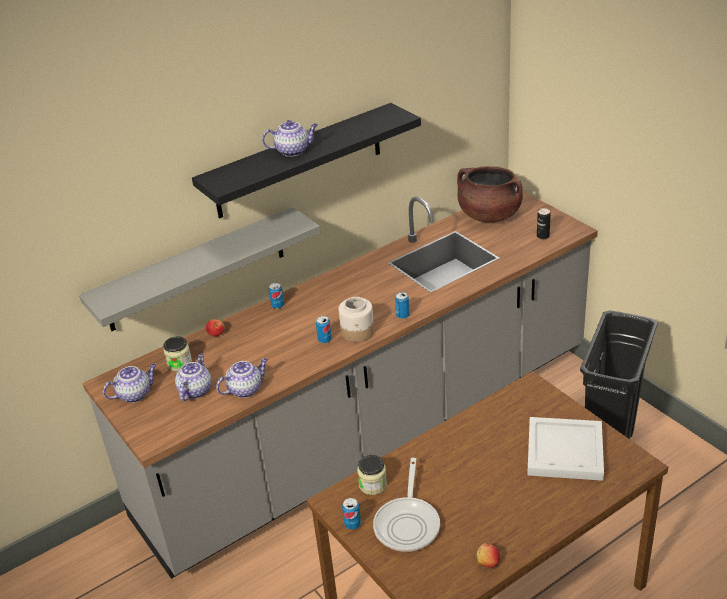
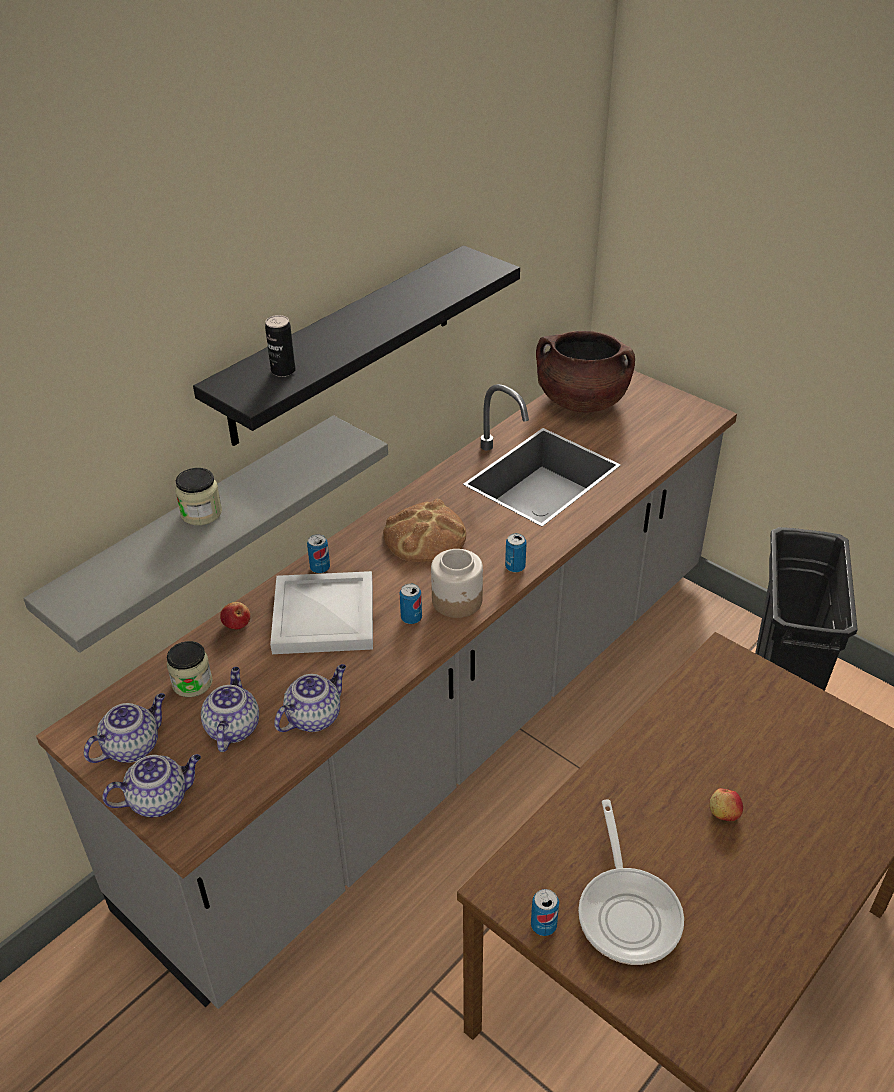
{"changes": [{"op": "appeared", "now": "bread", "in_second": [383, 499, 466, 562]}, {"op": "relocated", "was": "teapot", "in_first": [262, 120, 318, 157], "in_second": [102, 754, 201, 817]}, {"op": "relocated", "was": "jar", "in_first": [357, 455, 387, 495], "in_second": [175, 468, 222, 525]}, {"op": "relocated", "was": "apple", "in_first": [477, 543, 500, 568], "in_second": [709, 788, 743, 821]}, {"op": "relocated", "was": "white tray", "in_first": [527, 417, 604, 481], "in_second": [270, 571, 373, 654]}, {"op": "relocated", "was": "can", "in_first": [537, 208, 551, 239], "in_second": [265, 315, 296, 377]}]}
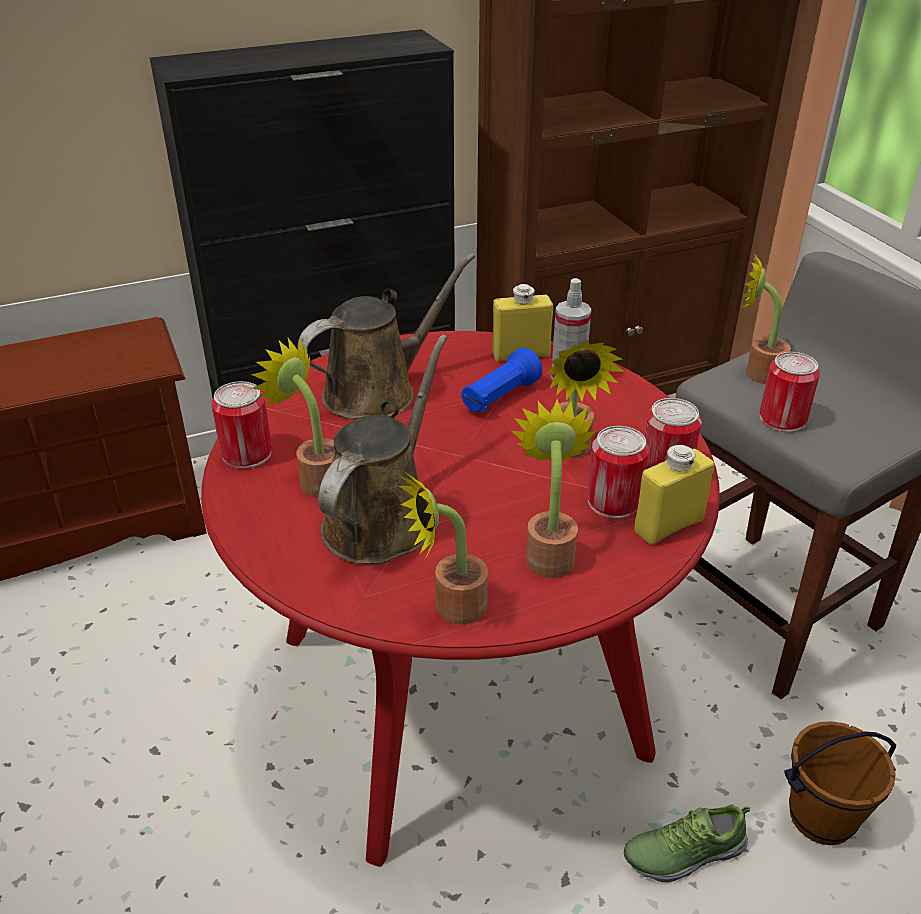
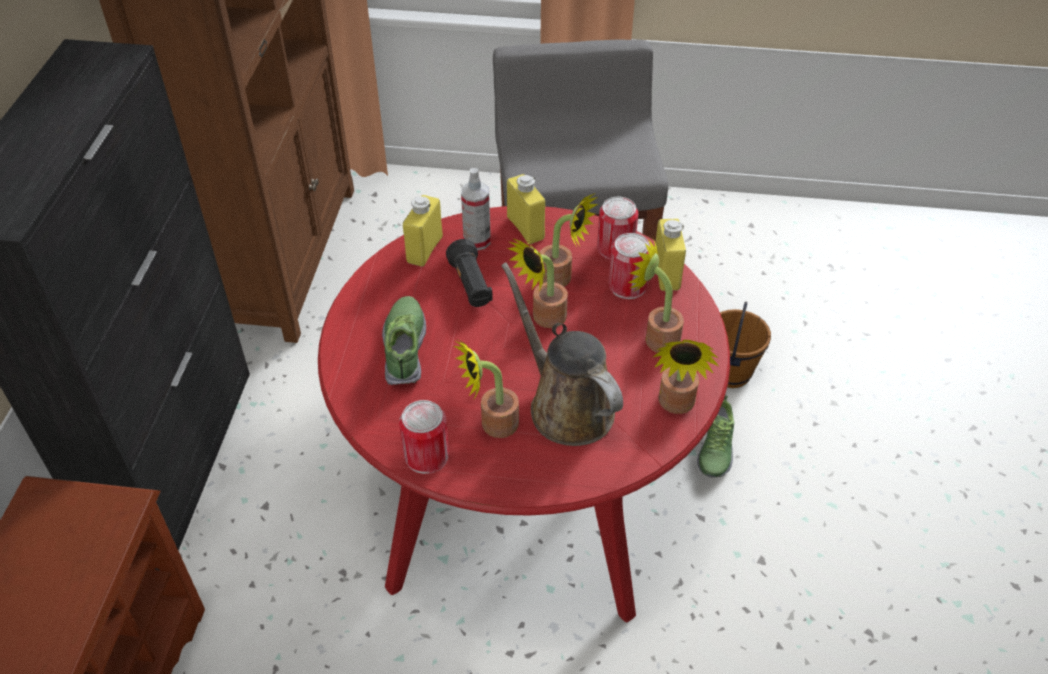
{"changes": [{"op": "missing", "was": "can", "in_first": [760, 352, 820, 432]}, {"op": "appeared", "now": "yellow bottle", "in_second": [507, 174, 545, 244]}, {"op": "relocated", "was": "potted plant", "in_first": [741, 254, 791, 384], "in_second": [507, 238, 568, 328]}, {"op": "exchanged", "was": "brown watering can", "now": "shoe", "in_first": [298, 253, 475, 419], "in_second": [382, 296, 426, 385]}, {"op": "colour", "was": "blue flashlight", "now": "black flashlight", "in_first": [461, 348, 542, 412], "in_second": [446, 239, 493, 307]}]}
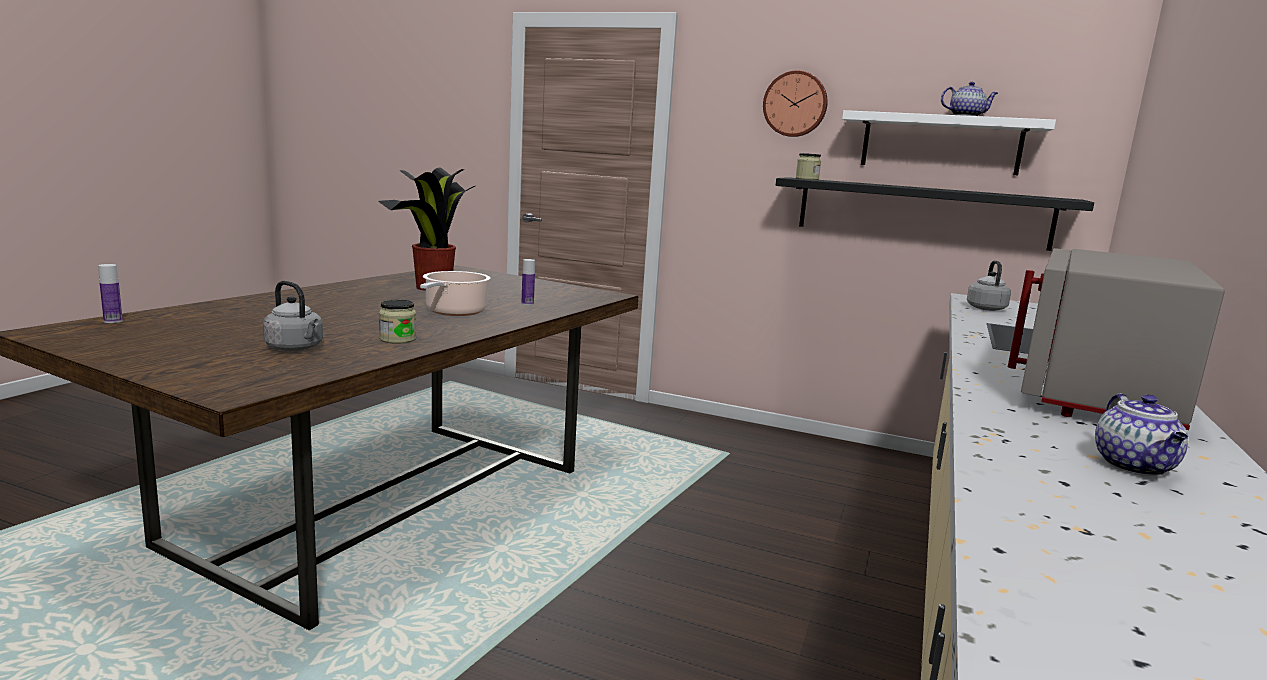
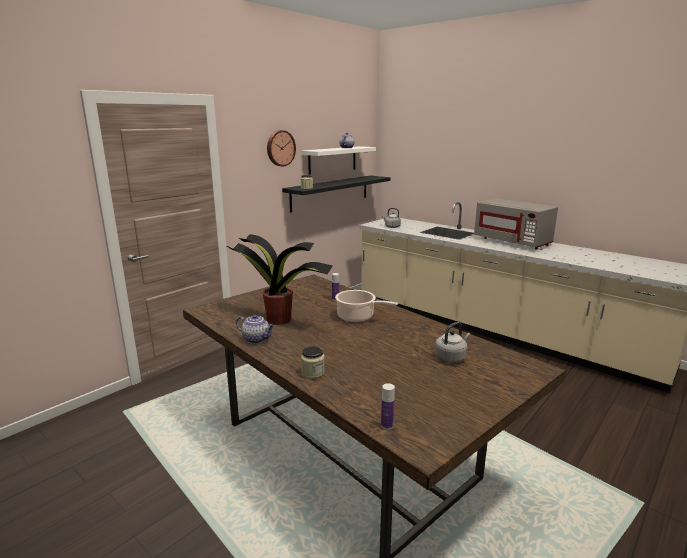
{"changes": [{"op": "relocated", "was": "jar", "in_first": [379, 300, 416, 344], "in_second": [301, 346, 325, 378]}, {"op": "relocated", "was": "teapot", "in_first": [1095, 393, 1188, 476], "in_second": [236, 315, 275, 343]}]}
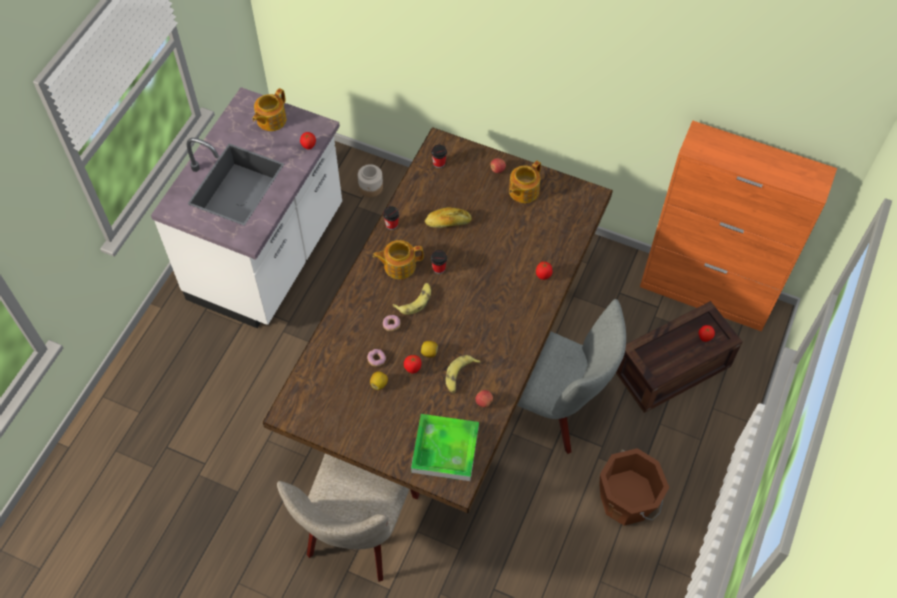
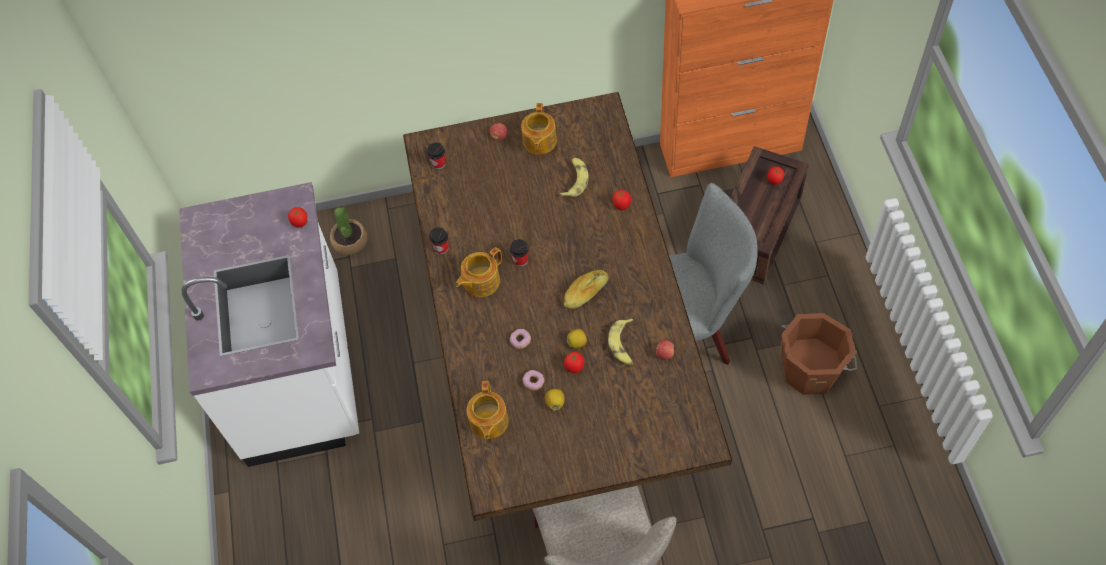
{"changes": [{"op": "missing", "was": "tray", "in_first": [411, 414, 479, 481]}, {"op": "relocated", "was": "teapot", "in_first": [253, 88, 287, 131], "in_second": [467, 381, 509, 439]}, {"op": "relocated", "was": "banana", "in_first": [393, 283, 431, 315], "in_second": [560, 158, 589, 197]}, {"op": "relocated", "was": "bread", "in_first": [425, 207, 472, 228], "in_second": [564, 270, 608, 309]}, {"op": "exchanged", "was": "jar", "now": "potted plant", "in_first": [358, 164, 383, 197], "in_second": [330, 207, 368, 255]}]}
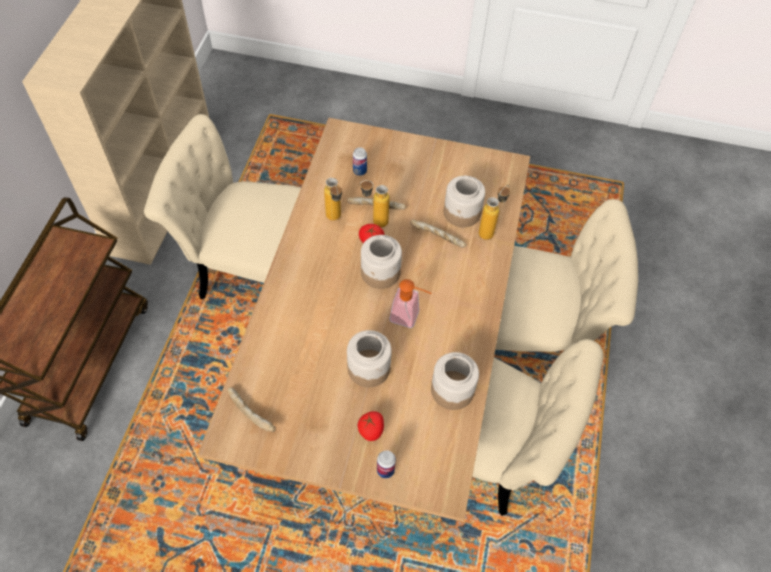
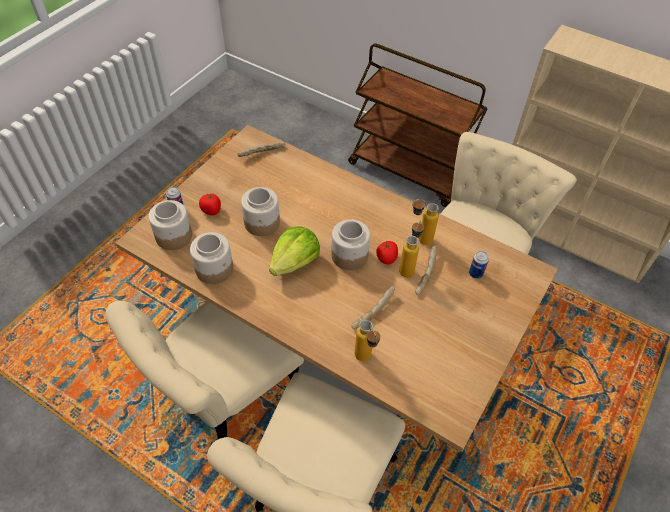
{"changes": [{"op": "relocated", "was": "jar", "in_first": [444, 176, 485, 227], "in_second": [148, 200, 192, 250]}, {"op": "exchanged", "was": "soap dispenser", "now": "lettuce", "in_first": [389, 279, 431, 328], "in_second": [269, 226, 320, 276]}]}
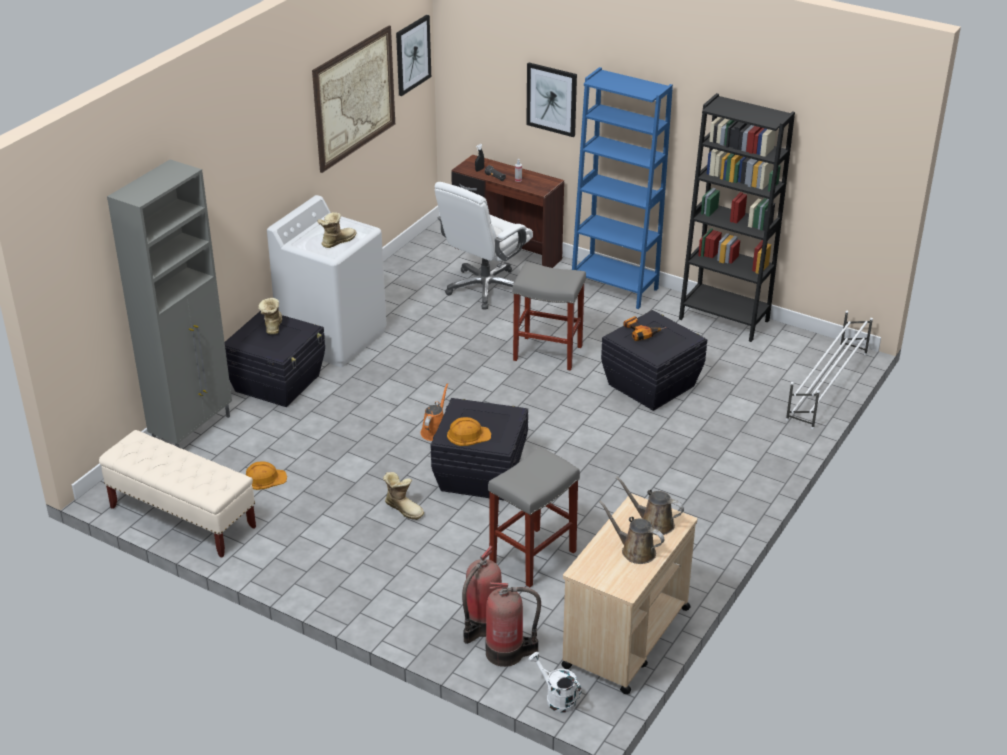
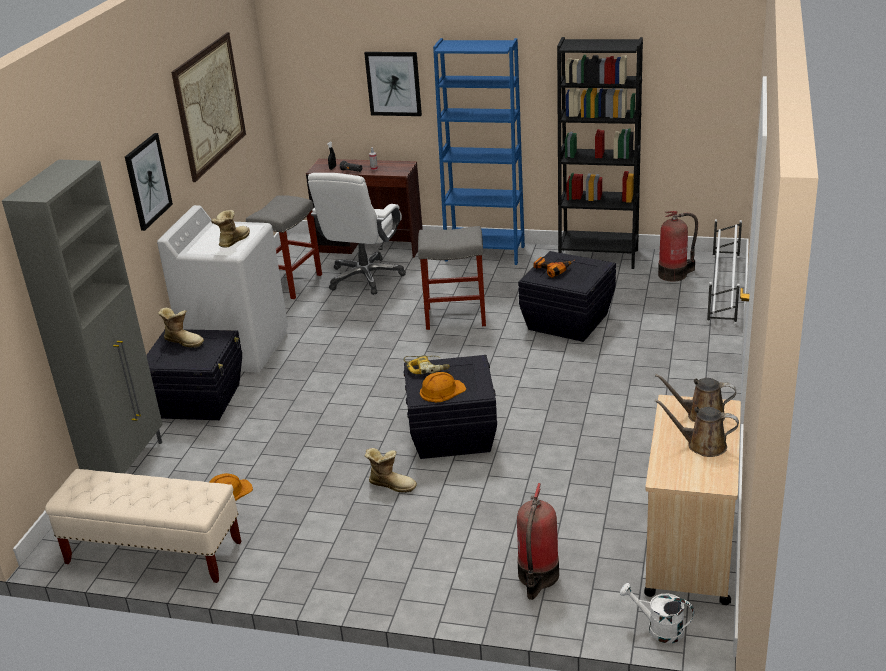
{"changes": [{"op": "missing", "was": "orange watering can", "in_first": [420, 383, 449, 441]}, {"op": "appeared", "now": "power drill", "in_second": [404, 355, 450, 375]}, {"op": "relocated", "was": "picture", "in_first": [396, 15, 431, 96], "in_second": [125, 133, 173, 231]}, {"op": "relocated", "was": "fire extinguisher", "in_first": [486, 582, 541, 667], "in_second": [658, 211, 698, 282]}, {"op": "relocated", "was": "grey stool", "in_first": [488, 447, 580, 587], "in_second": [246, 195, 322, 299]}, {"op": "spun", "was": "boot", "in_first": [258, 298, 282, 335], "in_second": [158, 308, 204, 348], "clockwise": 135}]}
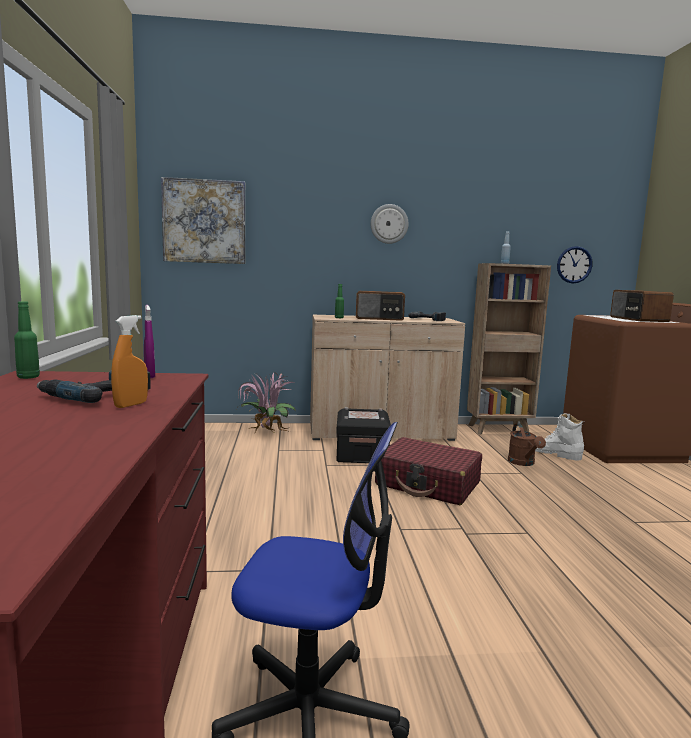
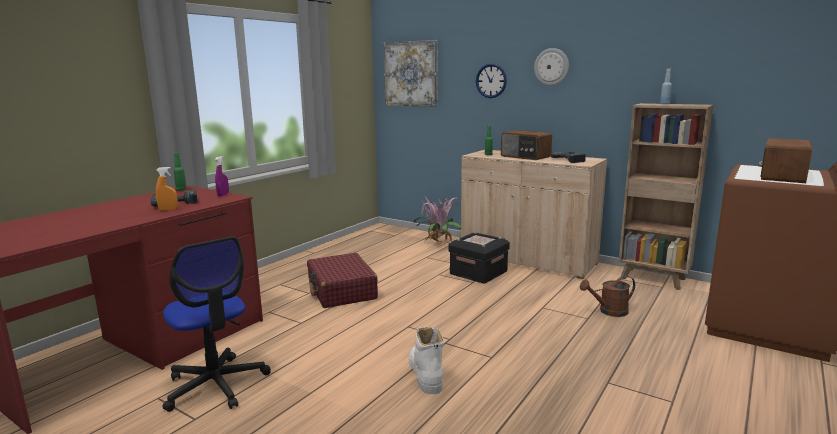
{"changes": [{"op": "relocated", "was": "red suitcase", "in_first": [375, 437, 482, 505], "in_second": [307, 253, 378, 308]}, {"op": "relocated", "was": "white boot", "in_first": [535, 414, 585, 461], "in_second": [409, 327, 444, 394]}, {"op": "relocated", "was": "wall clock", "in_first": [557, 246, 593, 284], "in_second": [476, 63, 507, 98]}, {"op": "spun", "was": "brown watering can", "in_first": [508, 423, 546, 466], "in_second": [580, 276, 635, 317], "clockwise": 45}]}
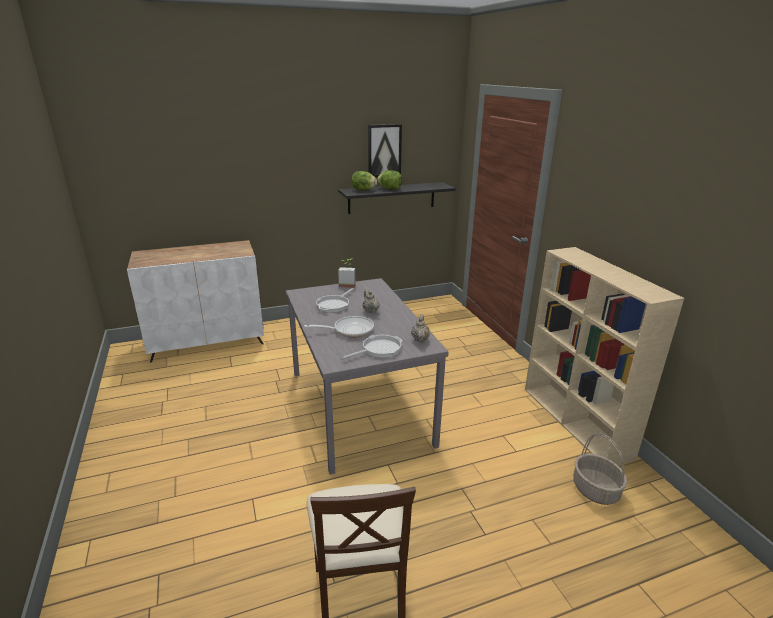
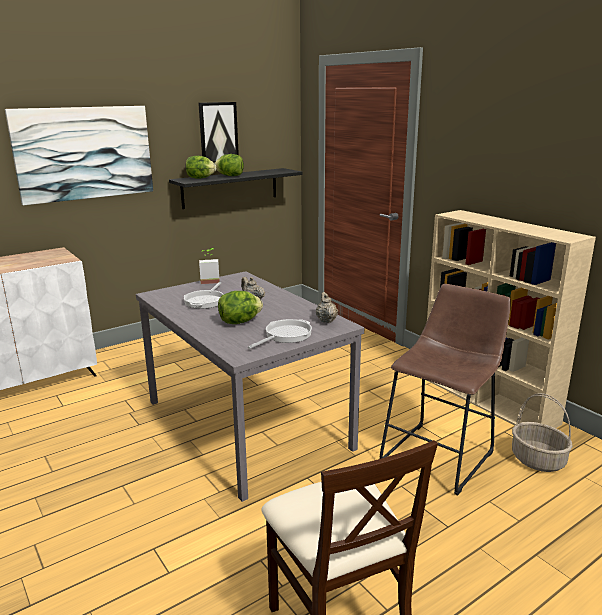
{"changes": [{"op": "appeared", "now": "picture", "in_second": [5, 106, 153, 205]}, {"op": "appeared", "now": "brown stool", "in_second": [380, 284, 511, 496]}, {"op": "exchanged", "was": "frying pan", "now": "lettuce", "in_first": [304, 316, 374, 338], "in_second": [218, 291, 263, 324]}]}
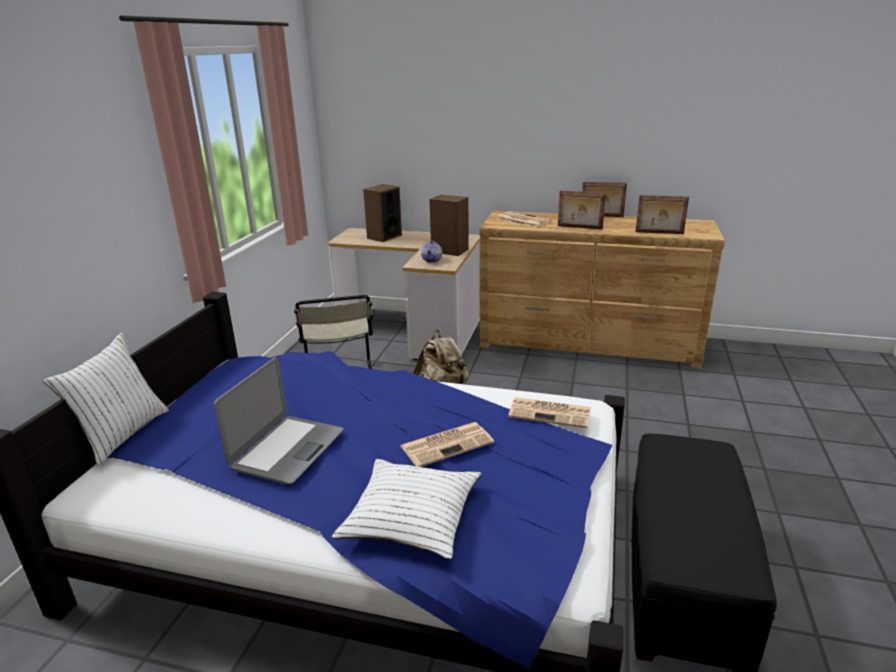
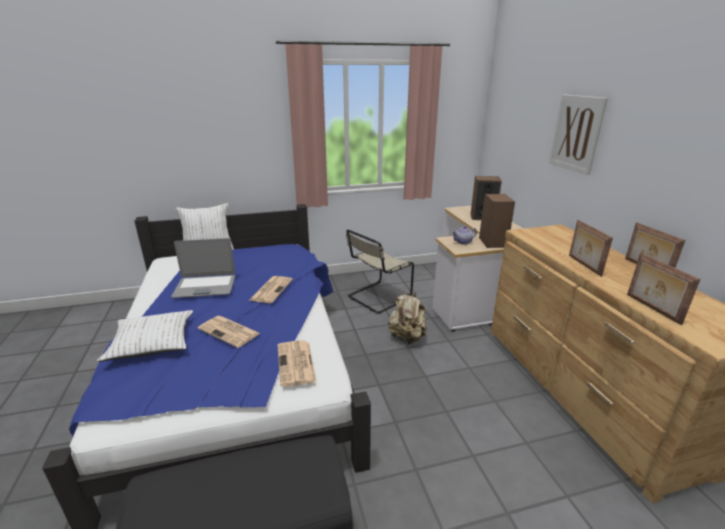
{"changes": [{"op": "appeared", "now": "picture", "in_second": [549, 94, 608, 175]}, {"op": "relocated", "was": "newspaper", "in_first": [497, 211, 551, 227], "in_second": [248, 276, 293, 303]}]}
